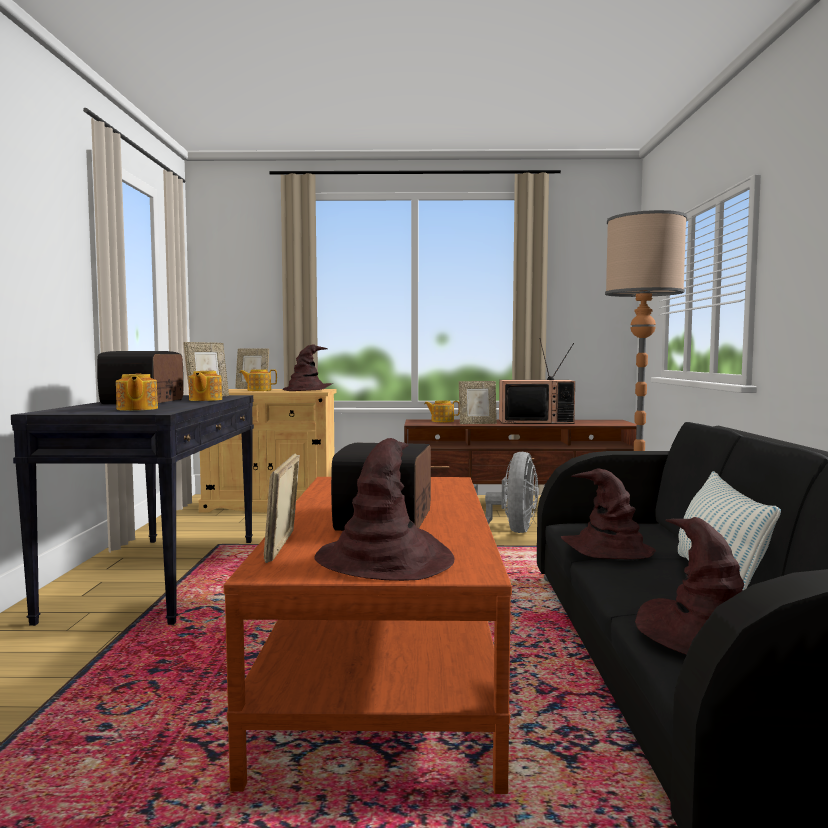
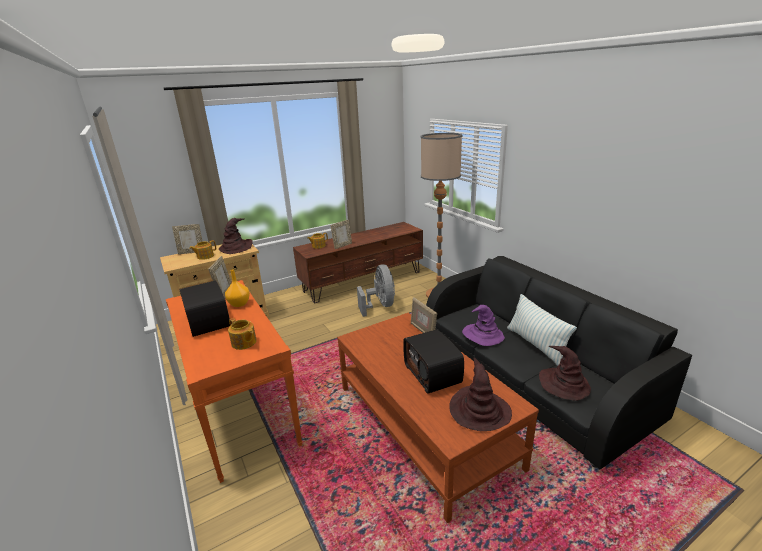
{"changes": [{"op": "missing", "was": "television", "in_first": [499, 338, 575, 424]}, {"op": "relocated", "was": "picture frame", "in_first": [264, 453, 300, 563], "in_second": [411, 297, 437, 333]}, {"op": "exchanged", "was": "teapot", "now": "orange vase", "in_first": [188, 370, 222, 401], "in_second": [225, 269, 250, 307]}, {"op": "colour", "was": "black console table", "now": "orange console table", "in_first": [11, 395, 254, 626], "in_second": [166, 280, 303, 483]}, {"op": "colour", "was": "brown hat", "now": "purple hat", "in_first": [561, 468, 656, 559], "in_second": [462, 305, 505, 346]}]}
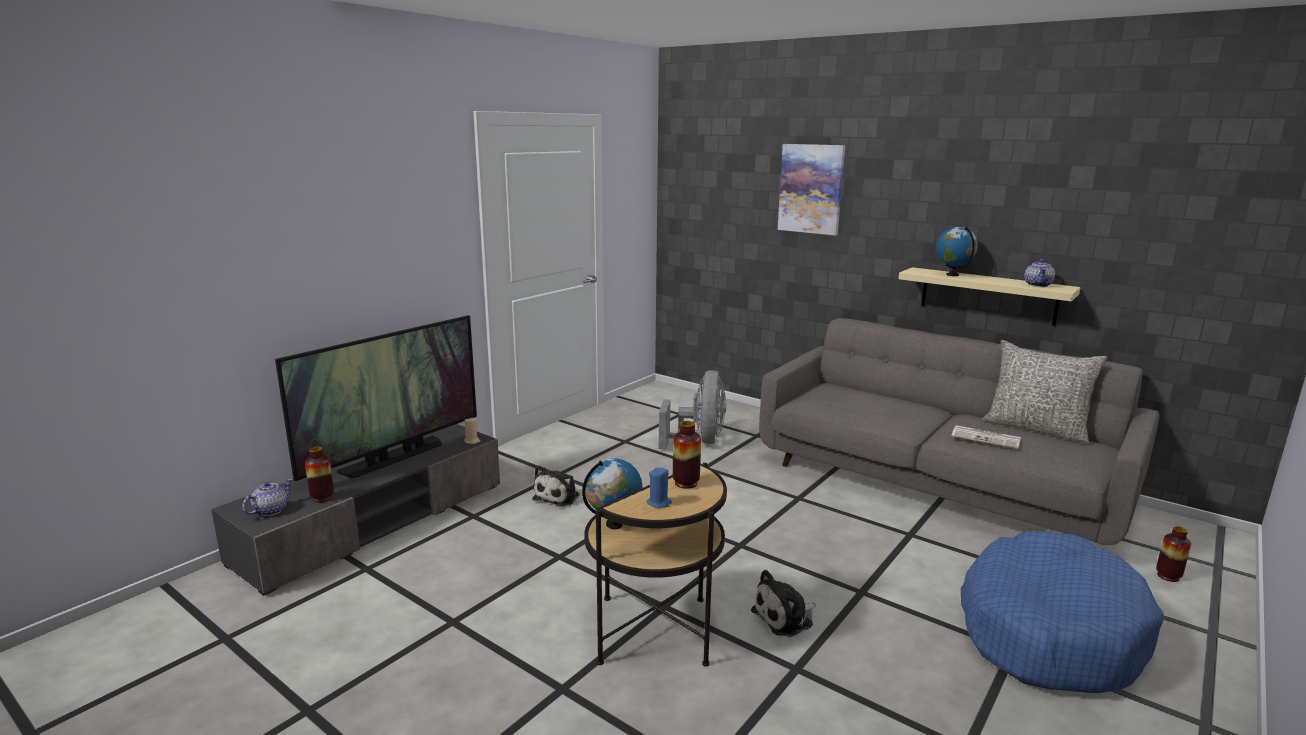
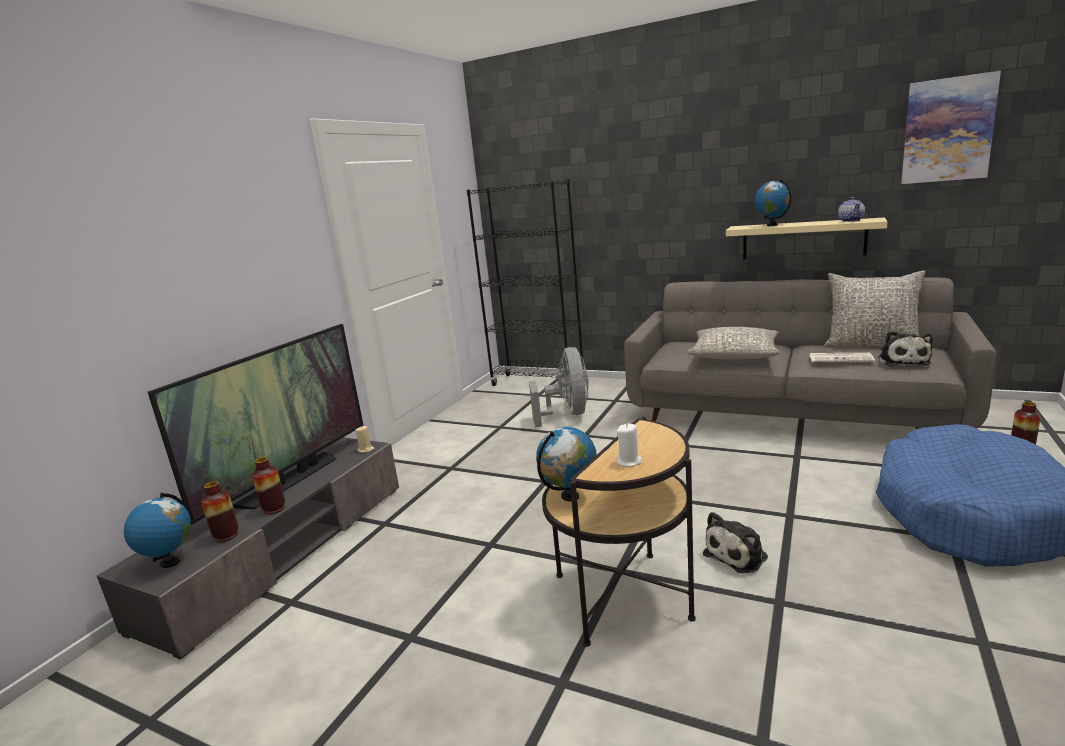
{"changes": [{"op": "appeared", "now": "black bookcase", "in_second": [467, 179, 585, 386]}, {"op": "appeared", "now": "grey pillow", "in_second": [687, 327, 781, 360]}, {"op": "relocated", "was": "plush toy", "in_first": [532, 465, 580, 507], "in_second": [878, 331, 933, 367]}, {"op": "relocated", "was": "vase", "in_first": [673, 421, 701, 489], "in_second": [252, 457, 285, 514]}, {"op": "relocated", "was": "picture", "in_first": [778, 144, 845, 236], "in_second": [901, 71, 1001, 184]}, {"op": "exchanged", "was": "teapot", "now": "globe", "in_first": [242, 479, 292, 516], "in_second": [124, 493, 191, 568]}, {"op": "colour", "was": "blue candle", "now": "white candle", "in_first": [647, 467, 672, 508], "in_second": [617, 423, 642, 467]}]}
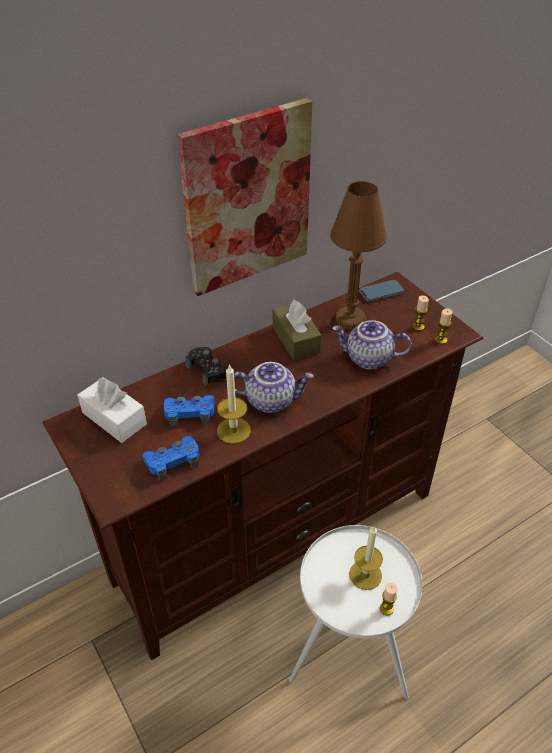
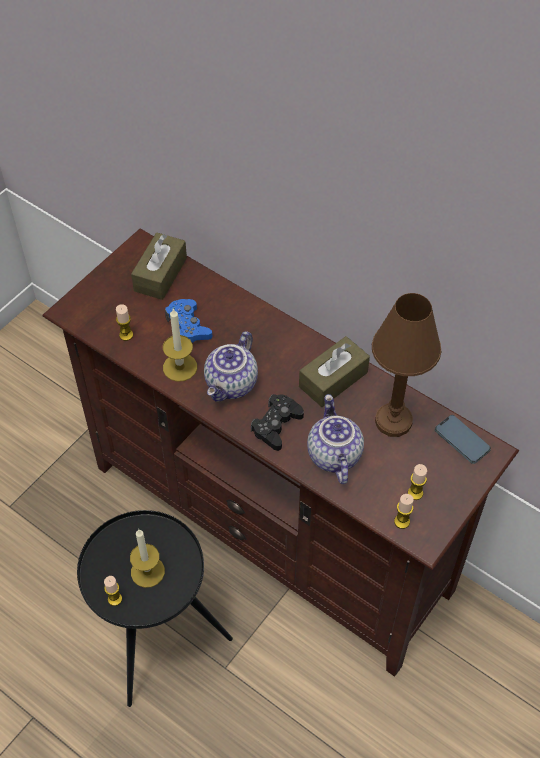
{"changes": [{"op": "missing", "was": "picture", "in_first": [177, 98, 312, 296]}, {"op": "relocated", "was": "black game controller", "in_first": [185, 347, 234, 387], "in_second": [251, 394, 304, 451]}, {"op": "exchanged", "was": "blue game controller", "now": "candle", "in_first": [143, 436, 199, 482], "in_second": [116, 304, 133, 341]}, {"op": "colour", "was": "white tissue box", "now": "brown tissue box", "in_first": [77, 377, 147, 443], "in_second": [131, 233, 187, 300]}, {"op": "colour", "was": "white side table", "now": "black side table", "in_first": [289, 525, 423, 699], "in_second": [77, 510, 233, 707]}, {"op": "spun", "was": "teapot", "in_first": [234, 362, 314, 413], "in_second": [204, 331, 258, 402], "clockwise": 45}]}
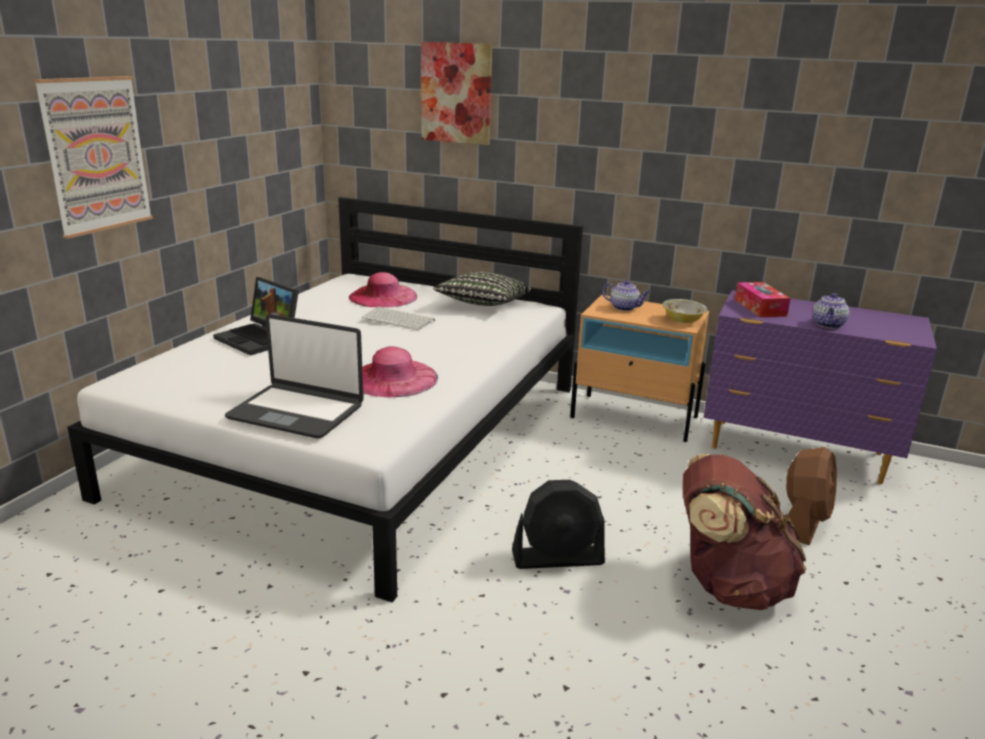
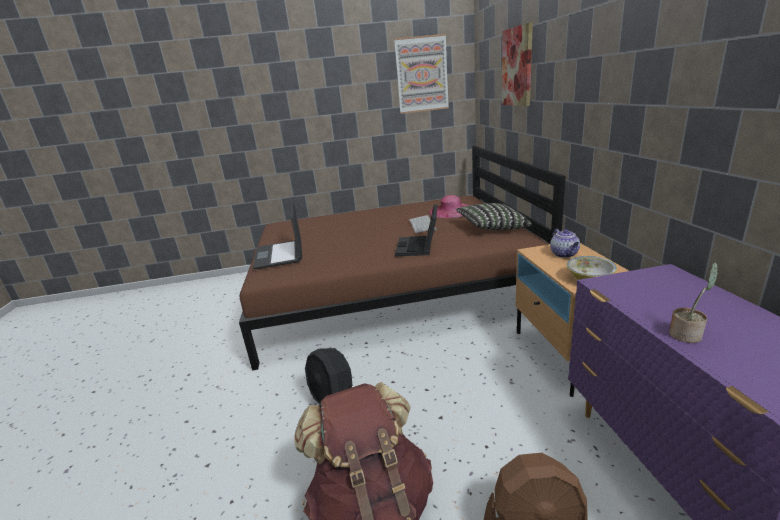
{"changes": [{"op": "missing", "was": "pink hat", "in_first": [362, 346, 438, 397]}, {"op": "missing", "was": "tissue box", "in_first": [735, 282, 791, 317]}, {"op": "relocated", "was": "picture", "in_first": [33, 76, 153, 239], "in_second": [394, 34, 449, 114]}, {"op": "relocated", "was": "laptop", "in_first": [213, 277, 299, 356], "in_second": [395, 204, 438, 256]}, {"op": "exchanged", "was": "teapot", "now": "potted plant", "in_first": [813, 293, 850, 328], "in_second": [669, 263, 718, 343]}, {"op": "colour", "was": "white bed", "now": "brown bed", "in_first": [67, 197, 583, 603], "in_second": [239, 146, 566, 370]}]}
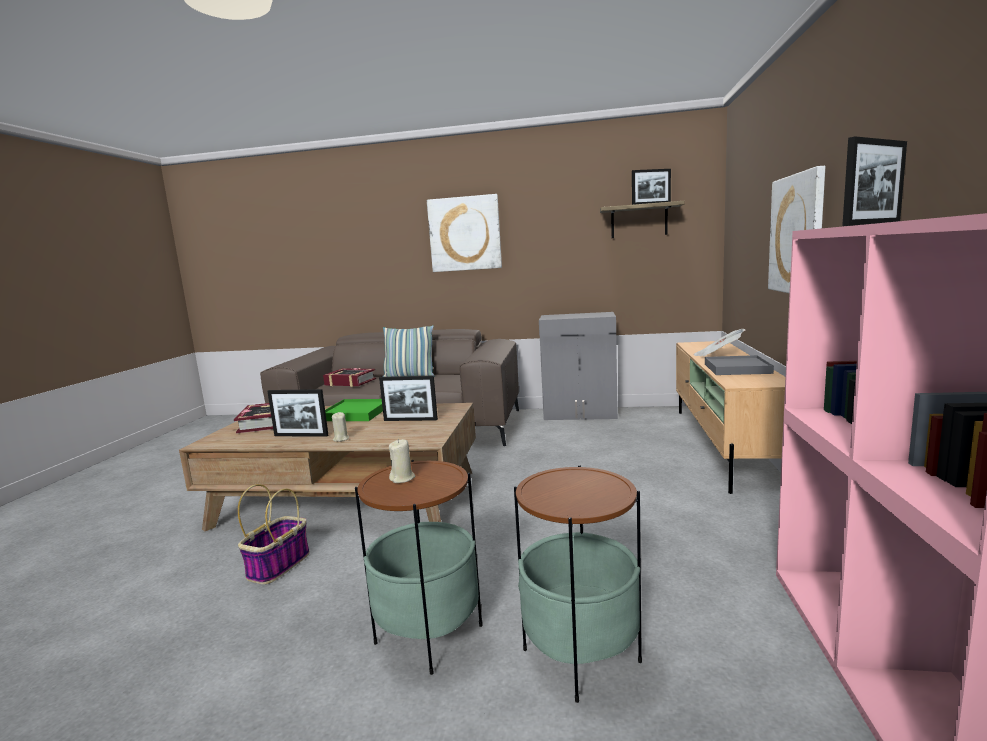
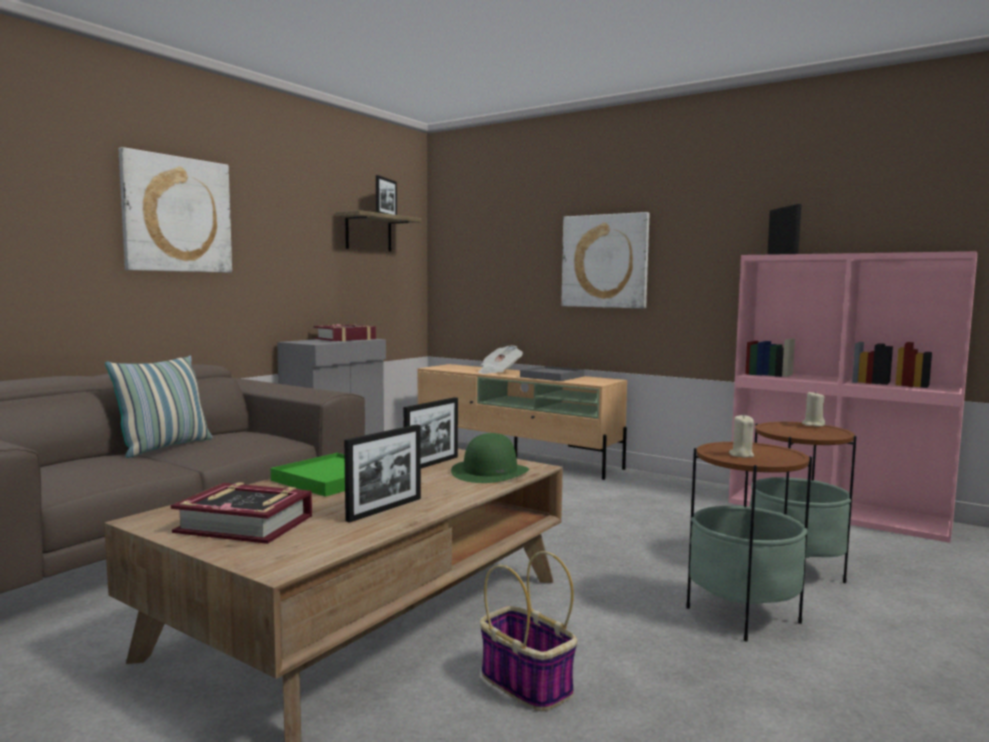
{"changes": [{"op": "appeared", "now": "green hat", "in_second": [451, 433, 529, 483]}, {"op": "relocated", "was": "book", "in_first": [323, 368, 376, 387], "in_second": [314, 324, 376, 341]}, {"op": "relocated", "was": "beige candle", "in_first": [332, 412, 349, 442], "in_second": [802, 391, 825, 426]}]}
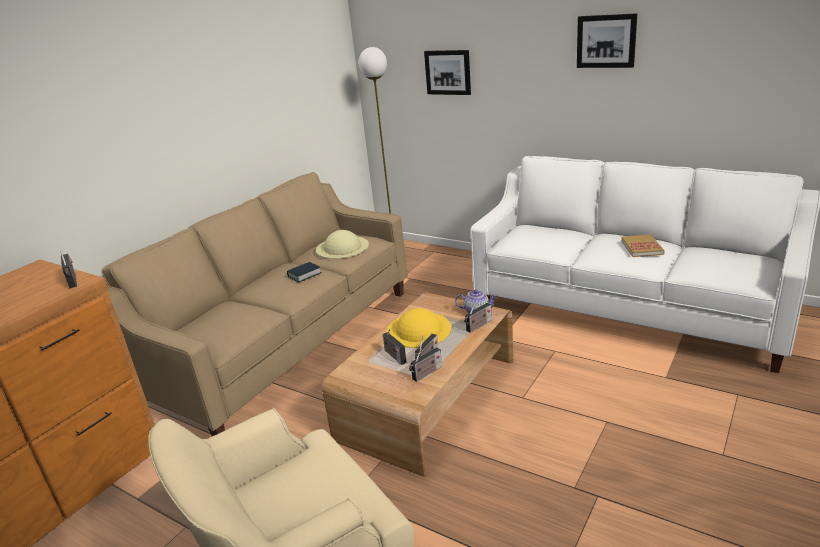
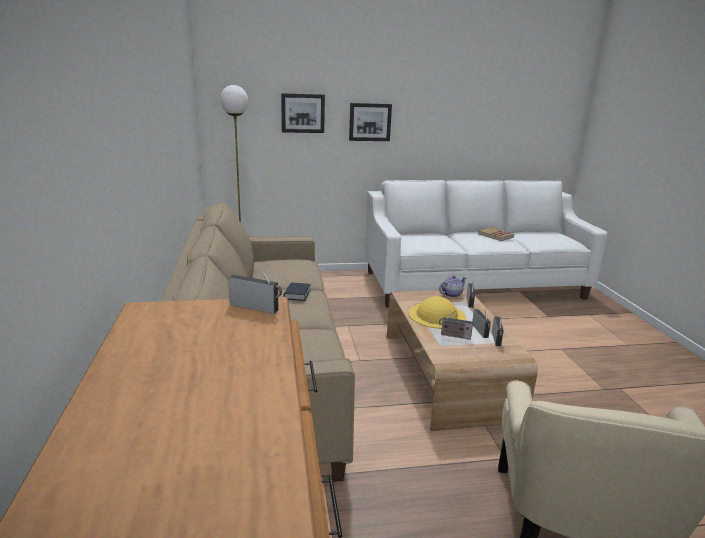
{"changes": [{"op": "missing", "was": "beige hat", "in_first": [316, 230, 369, 259]}, {"op": "relocated", "was": "picture", "in_first": [577, 13, 637, 68], "in_second": [349, 103, 392, 141]}]}
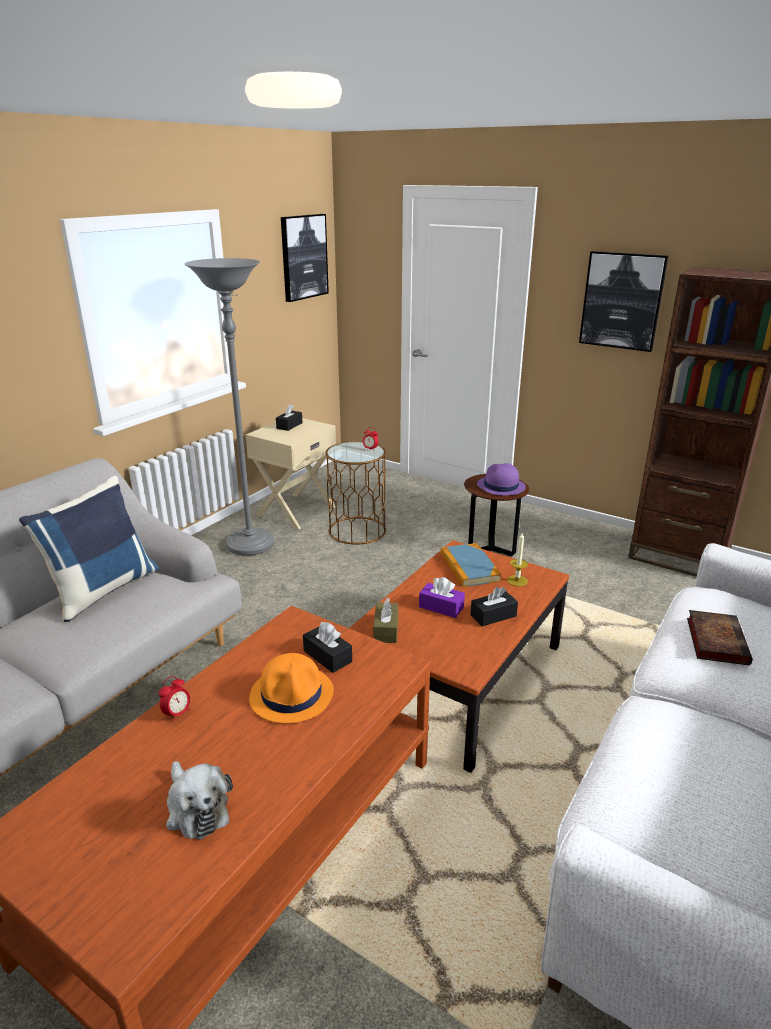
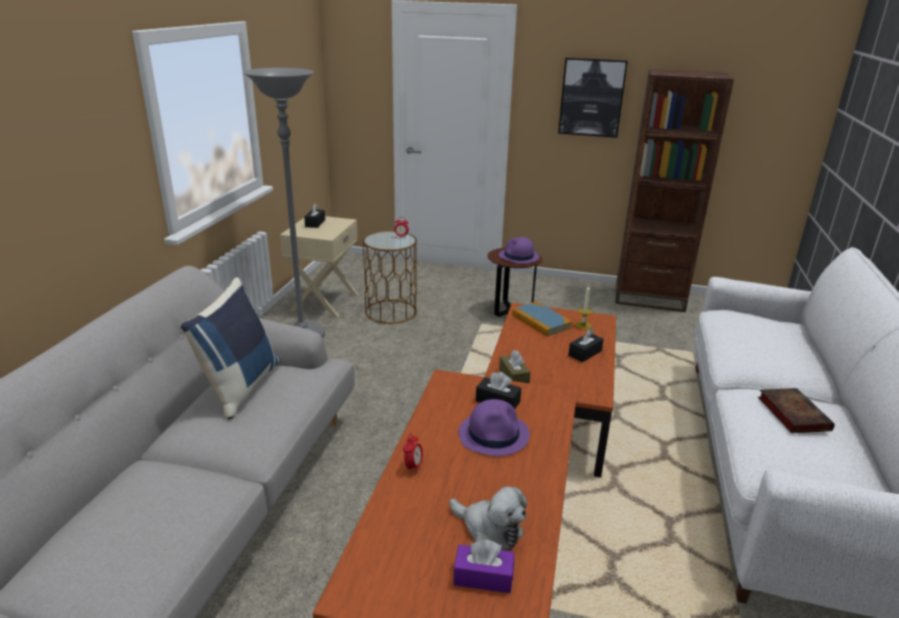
{"changes": [{"op": "missing", "was": "picture", "in_first": [281, 214, 329, 302]}, {"op": "relocated", "was": "purple tissue box", "in_first": [419, 577, 465, 618], "in_second": [453, 540, 514, 593]}, {"op": "relocated", "was": "book", "in_first": [687, 610, 753, 666], "in_second": [758, 388, 835, 433]}, {"op": "colour", "was": "orange hat", "now": "purple hat", "in_first": [249, 653, 334, 723], "in_second": [459, 399, 530, 456]}]}
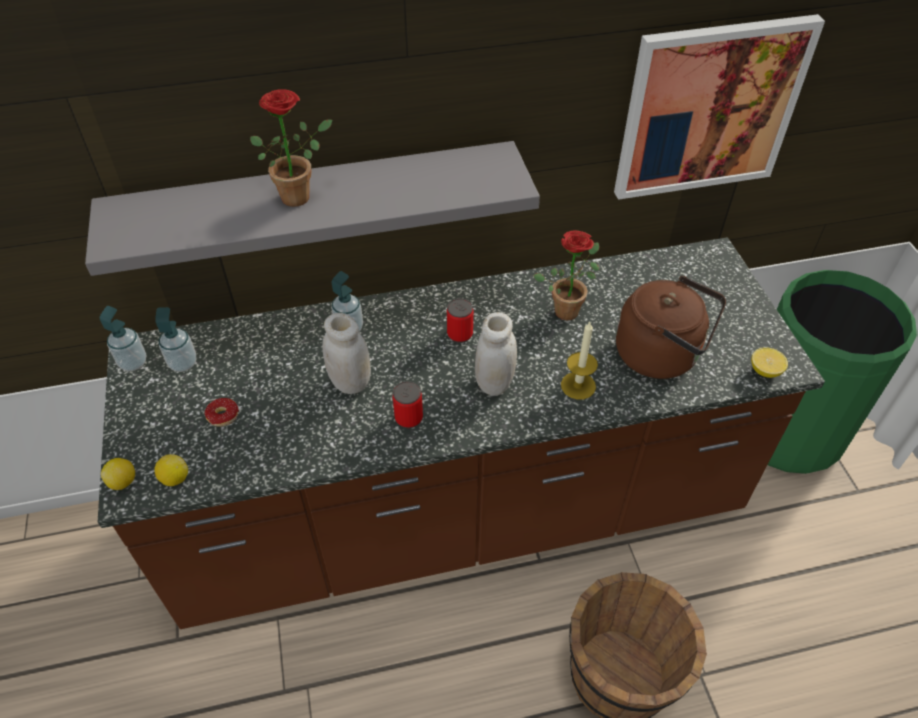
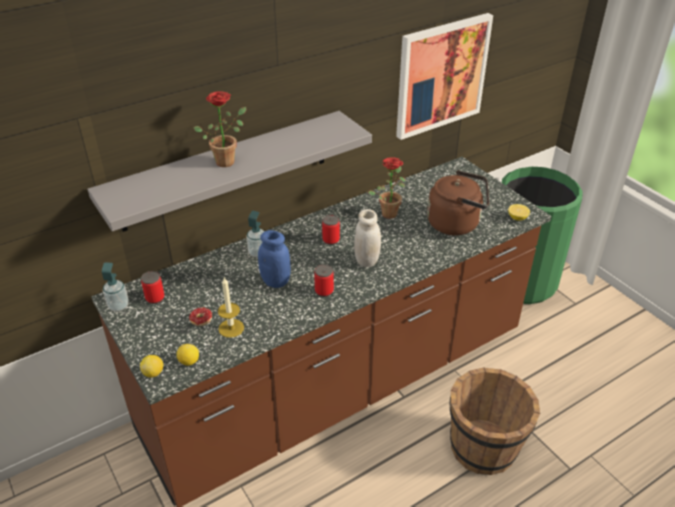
{"changes": [{"op": "relocated", "was": "candle", "in_first": [561, 322, 598, 400], "in_second": [218, 277, 244, 338]}, {"op": "exchanged", "was": "soap dispenser", "now": "can", "in_first": [155, 307, 196, 372], "in_second": [141, 271, 165, 304]}, {"op": "colour", "was": "white jar", "now": "blue jar", "in_first": [322, 313, 371, 394], "in_second": [258, 230, 291, 288]}]}
